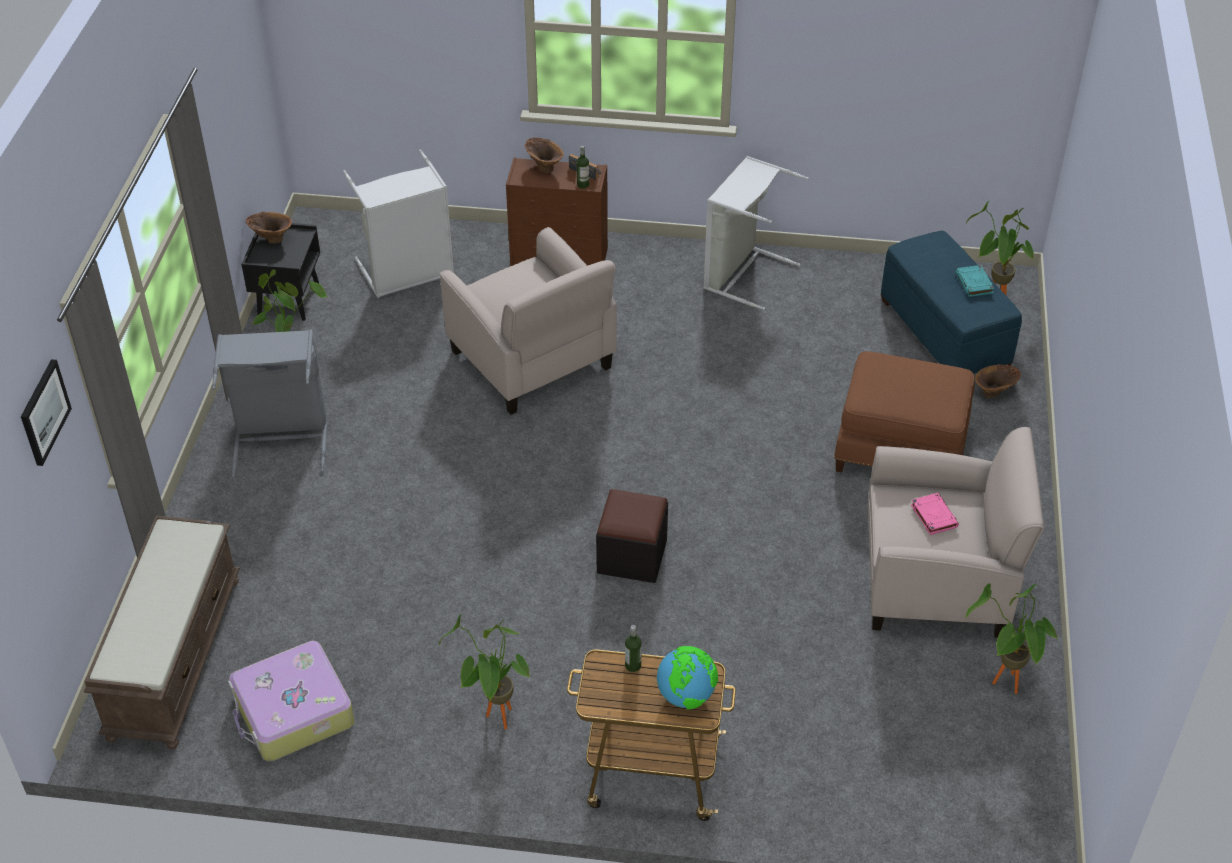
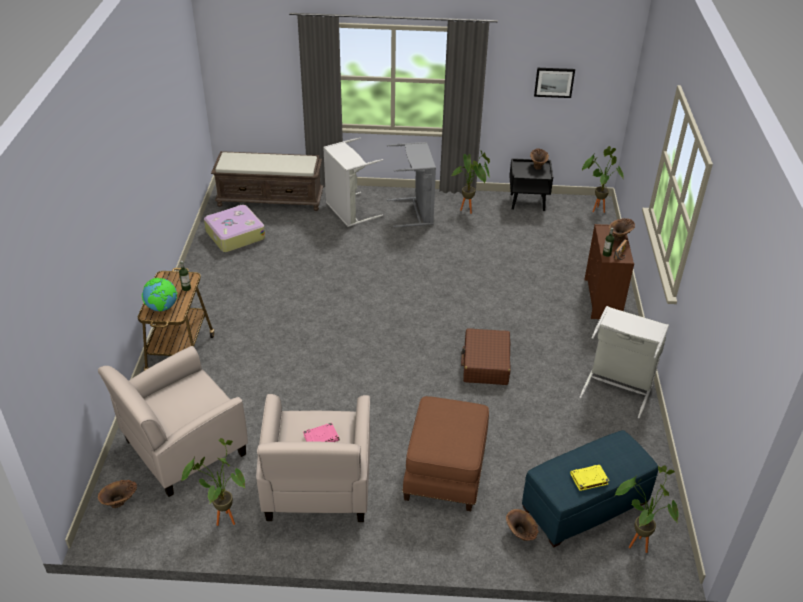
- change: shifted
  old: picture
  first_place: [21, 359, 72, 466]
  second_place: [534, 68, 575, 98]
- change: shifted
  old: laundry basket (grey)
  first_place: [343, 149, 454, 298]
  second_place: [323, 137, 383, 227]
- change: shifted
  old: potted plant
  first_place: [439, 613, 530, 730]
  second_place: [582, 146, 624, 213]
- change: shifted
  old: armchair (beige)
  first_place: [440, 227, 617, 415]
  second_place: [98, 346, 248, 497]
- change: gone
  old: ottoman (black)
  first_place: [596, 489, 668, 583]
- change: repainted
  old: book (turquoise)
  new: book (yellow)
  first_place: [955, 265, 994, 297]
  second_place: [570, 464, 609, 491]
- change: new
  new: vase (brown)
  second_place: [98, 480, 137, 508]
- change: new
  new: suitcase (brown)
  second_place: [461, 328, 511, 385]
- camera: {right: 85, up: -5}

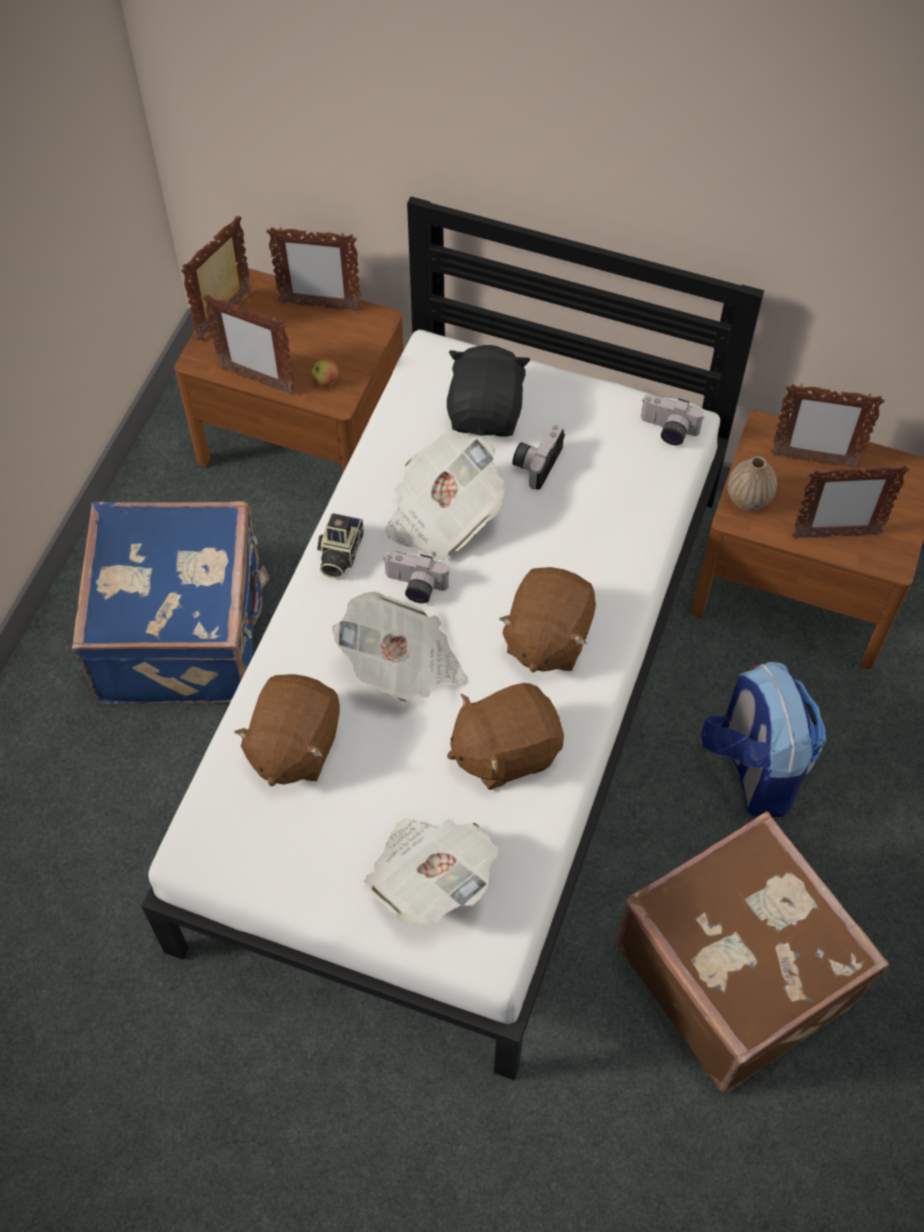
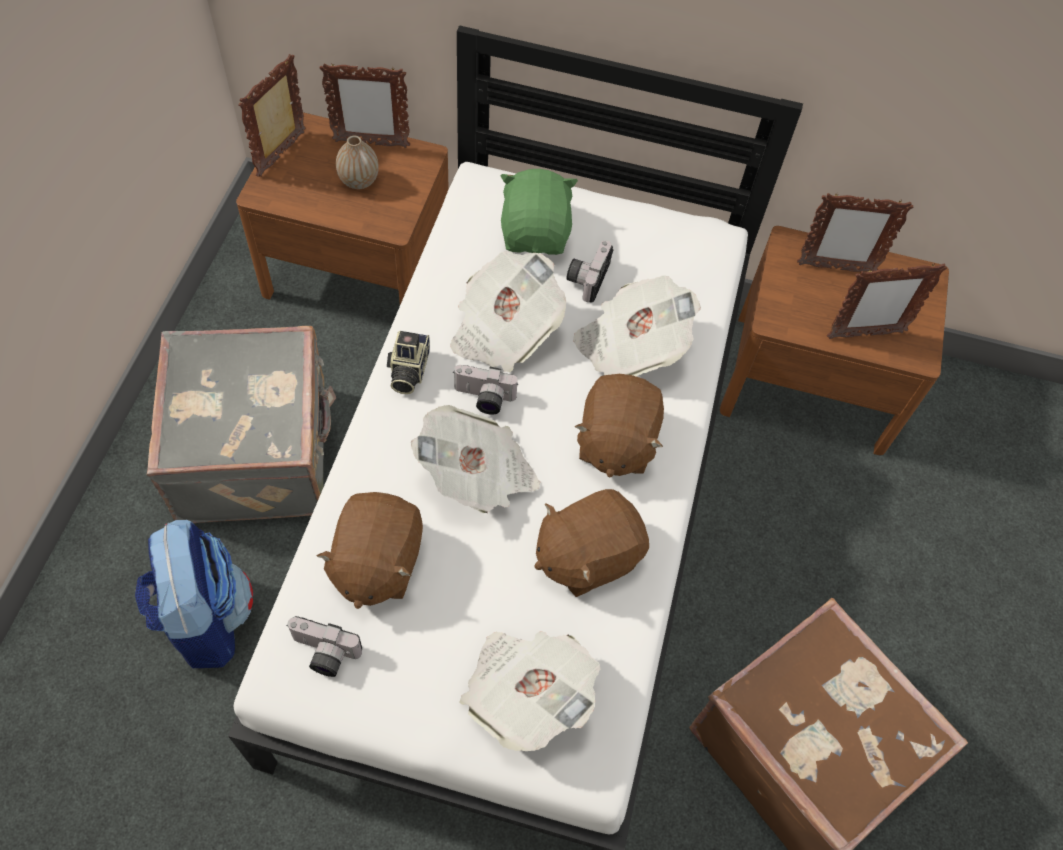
- change: repainted
  old: suitcase (blue)
  new: suitcase (grey)
  first_place: [72, 501, 270, 704]
  second_place: [147, 326, 336, 523]
- change: gone
  old: picture frame
  first_place: [203, 294, 295, 395]
- change: gone
  old: apple
  first_place: [311, 359, 339, 387]
- change: repainted
  old: plush toy (black)
  new: plush toy (green)
  first_place: [447, 345, 530, 437]
  second_place: [501, 169, 578, 255]
- change: shifted
  old: photo camera
  first_place: [641, 394, 704, 445]
  second_place: [286, 616, 362, 677]
- change: shifted
  old: backpack
  first_place: [701, 662, 826, 817]
  second_place: [135, 520, 253, 668]
- change: shifted
  old: vase
  first_place: [728, 456, 777, 511]
  second_place: [336, 136, 379, 189]
- change: new
  new: newspaper
  second_place: [573, 275, 701, 376]
- camera: {right: -10, up: 0}

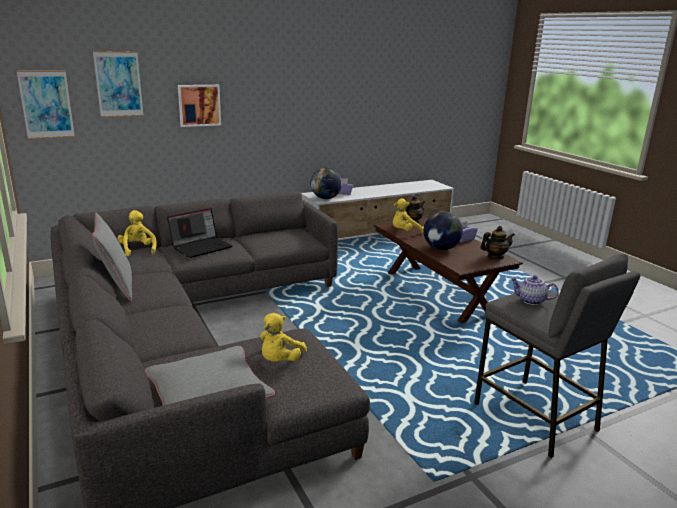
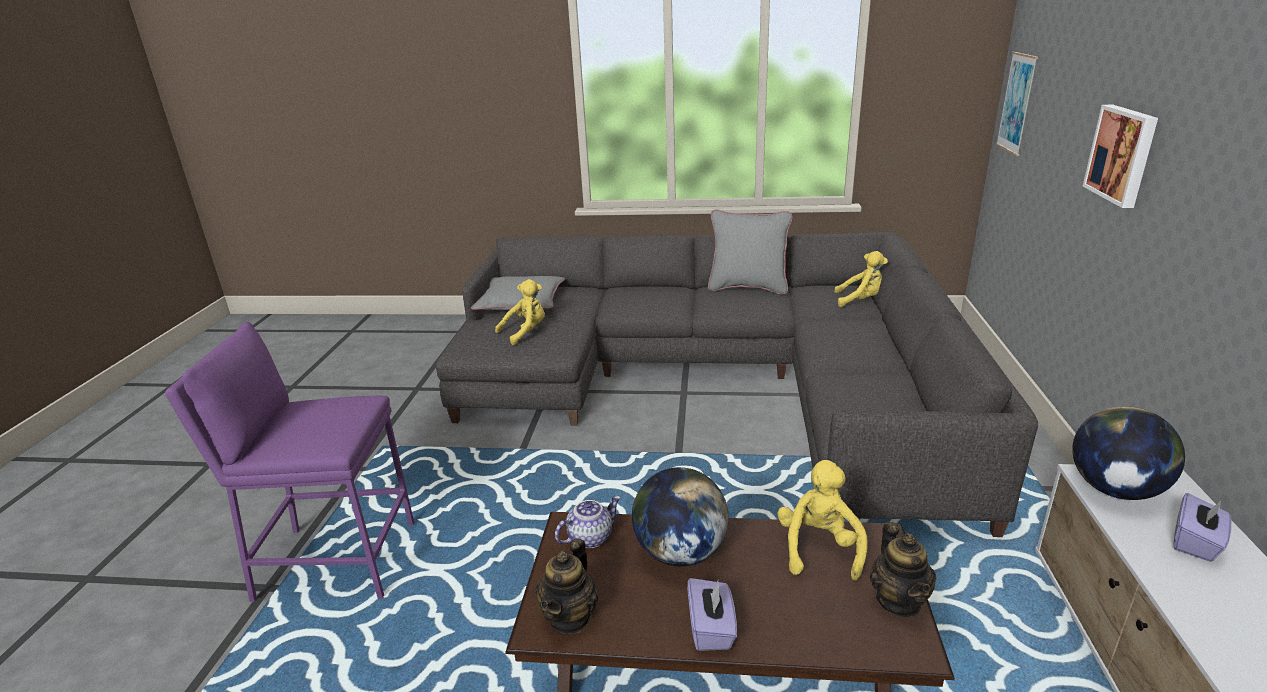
- change: gone
  old: picture
  first_place: [93, 51, 144, 117]
- change: gone
  old: laptop
  first_place: [167, 208, 233, 258]
- change: rotated
  old: plush toy (yellow)
  first_place: [260, 313, 307, 362]
  second_place: [495, 279, 545, 345]
  degrees: 90
- change: repainted
  old: stool (grey)
  new: stool (purple)
  first_place: [474, 253, 640, 458]
  second_place: [165, 322, 414, 602]
- change: shifted
  old: teapot
  first_place: [510, 275, 559, 305]
  second_place: [555, 496, 621, 548]
- camera: {right: 125, up: 5}

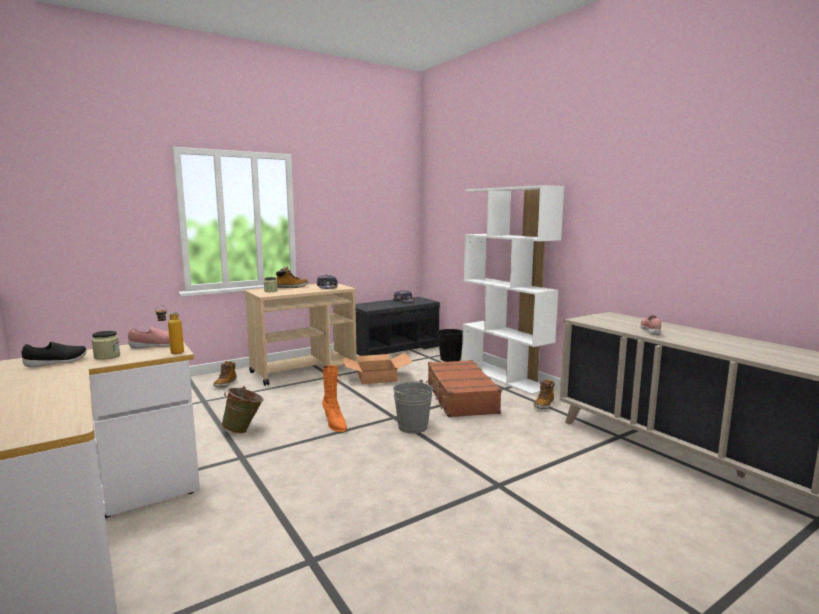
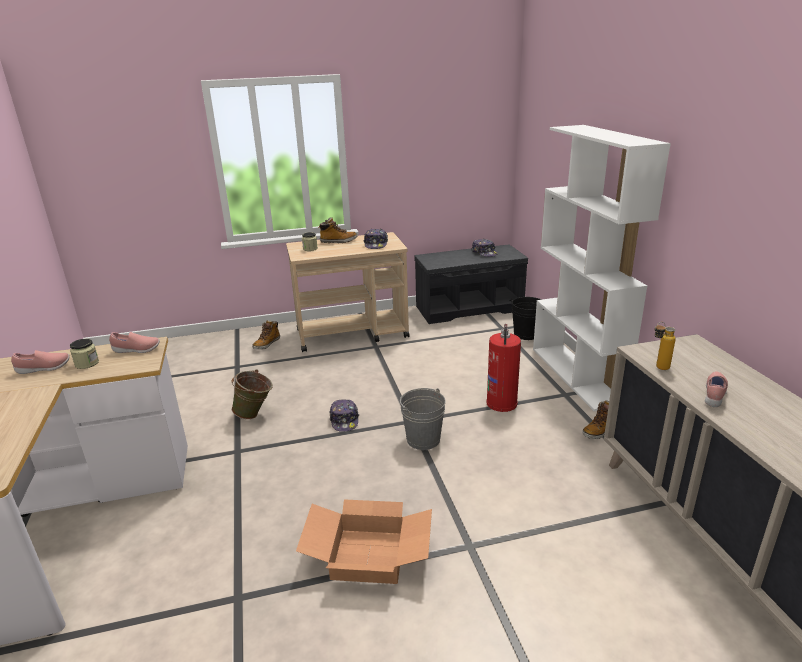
- change: repainted
  old: shoe (black)
  new: shoe (pink)
  first_place: [22, 342, 87, 367]
  second_place: [11, 350, 70, 374]
- change: shifted
  old: bottle
  first_place: [155, 305, 184, 354]
  second_place: [655, 322, 676, 370]
- change: swapped
  old: boot (orange)
  new: cap
  first_place: [322, 365, 347, 432]
  second_place: [330, 399, 359, 432]
- change: shifted
  old: cardboard box
  first_place: [342, 353, 413, 384]
  second_place: [296, 499, 432, 584]
- change: swapped
  old: suitcase (brown)
  new: fire extinguisher
  first_place: [426, 360, 502, 417]
  second_place: [486, 324, 521, 412]
- camera: {right: 20, up: 15}

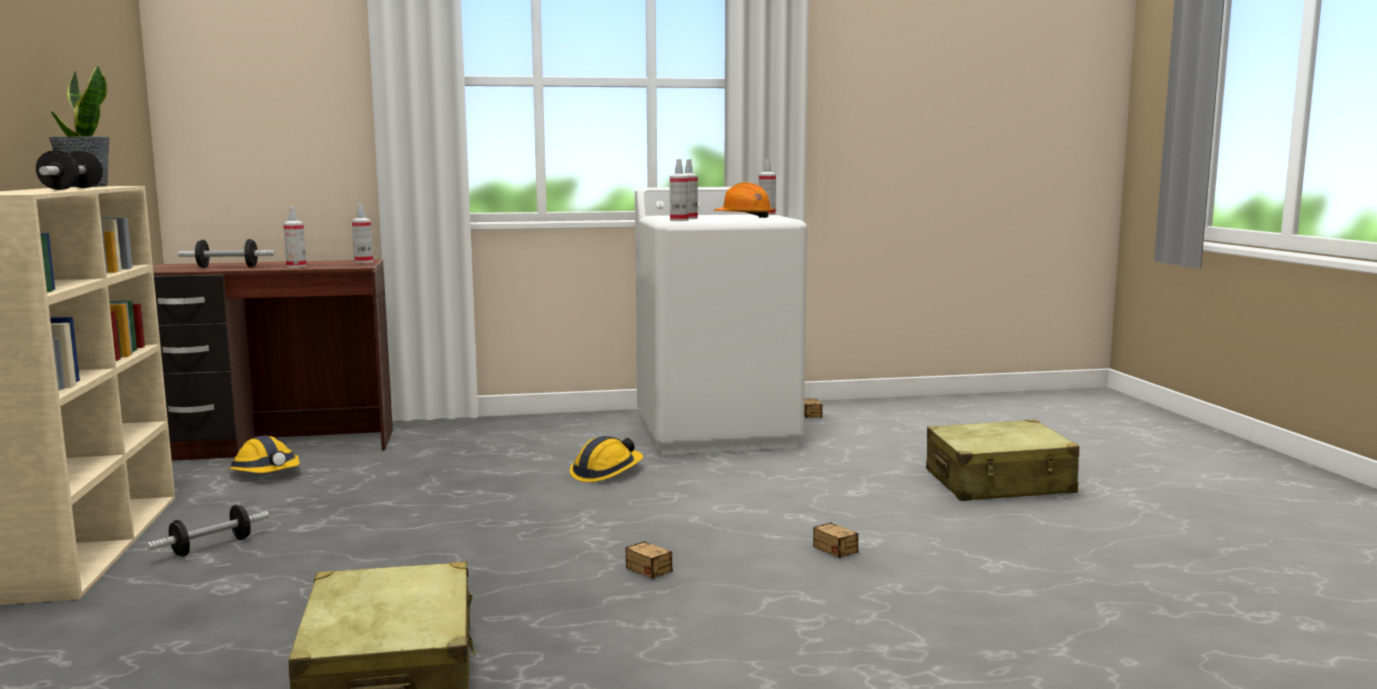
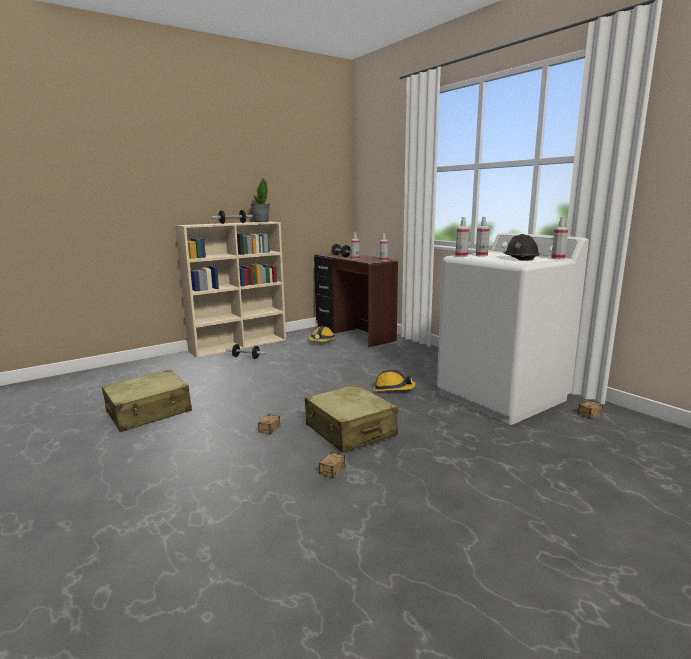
- change: repainted
  old: hard hat (orange)
  new: hard hat (black)
  first_place: [714, 182, 774, 218]
  second_place: [503, 234, 540, 261]
- change: shifted
  old: suitcase (beige)
  first_place: [926, 420, 1080, 501]
  second_place: [305, 384, 398, 453]
- camera: {right: 65, up: 5}

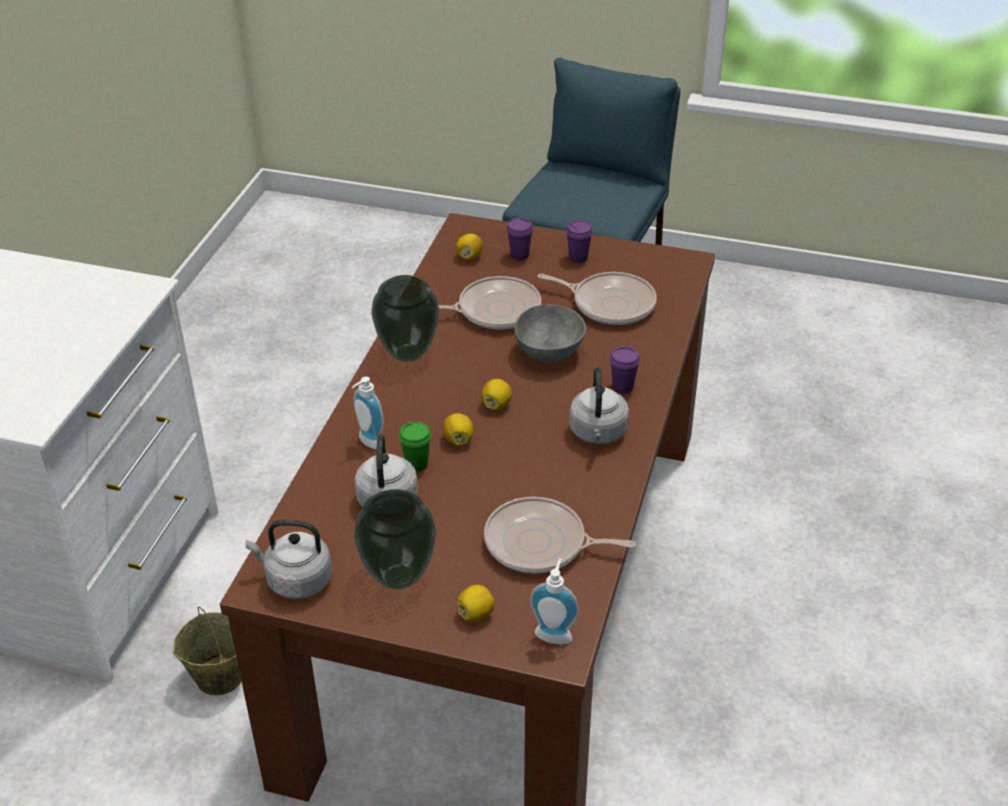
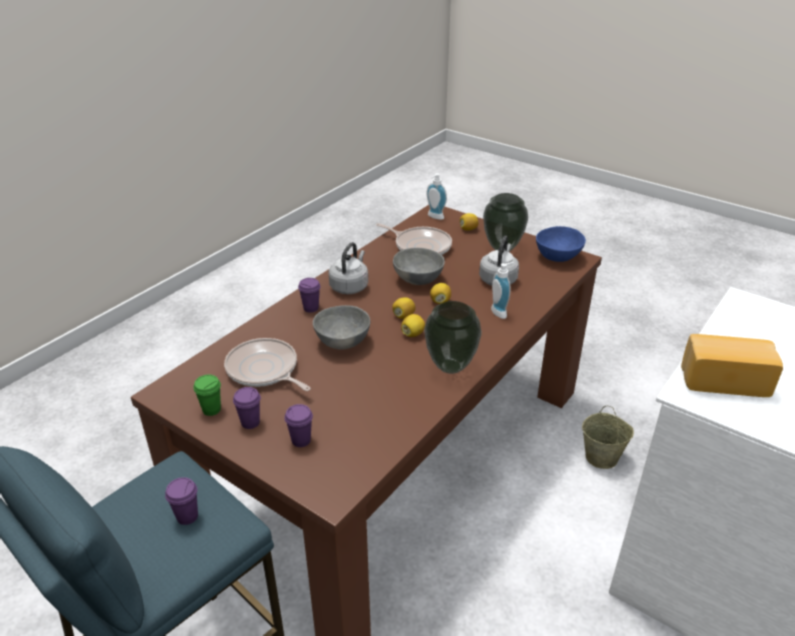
- change: swapped
  old: kettle (grey)
  new: bowl (blue)
  first_place: [245, 520, 332, 599]
  second_place: [536, 226, 586, 262]
- change: shifted
  old: cup (green)
  first_place: [399, 422, 431, 472]
  second_place: [194, 375, 221, 416]
- change: gone
  old: frying pan
  first_place: [438, 276, 541, 329]
- change: shifted
  old: lemon
  first_place: [456, 234, 483, 260]
  second_place: [401, 314, 425, 337]
- change: new
  new: cup (purple)
  second_place: [165, 477, 198, 525]
- change: new
  new: bowl (grey)
  second_place: [393, 248, 445, 285]
- change: new
  new: bread
  second_place: [681, 334, 783, 397]
- camera: {right: -160, up: -5}

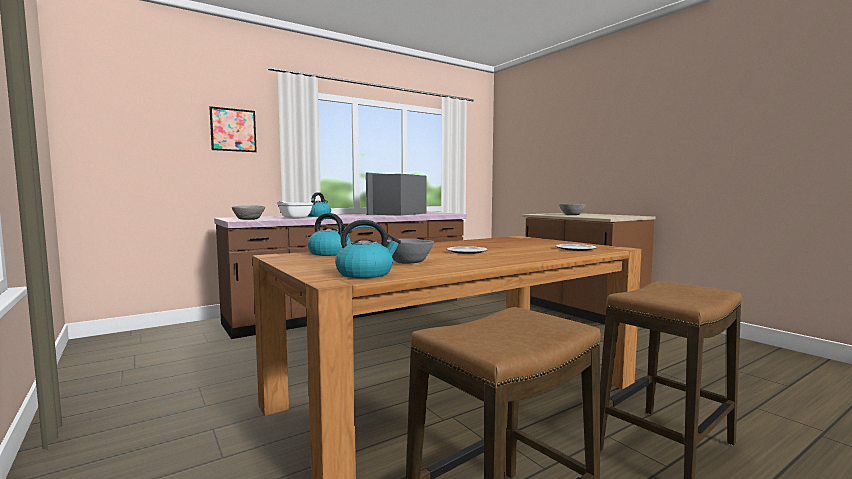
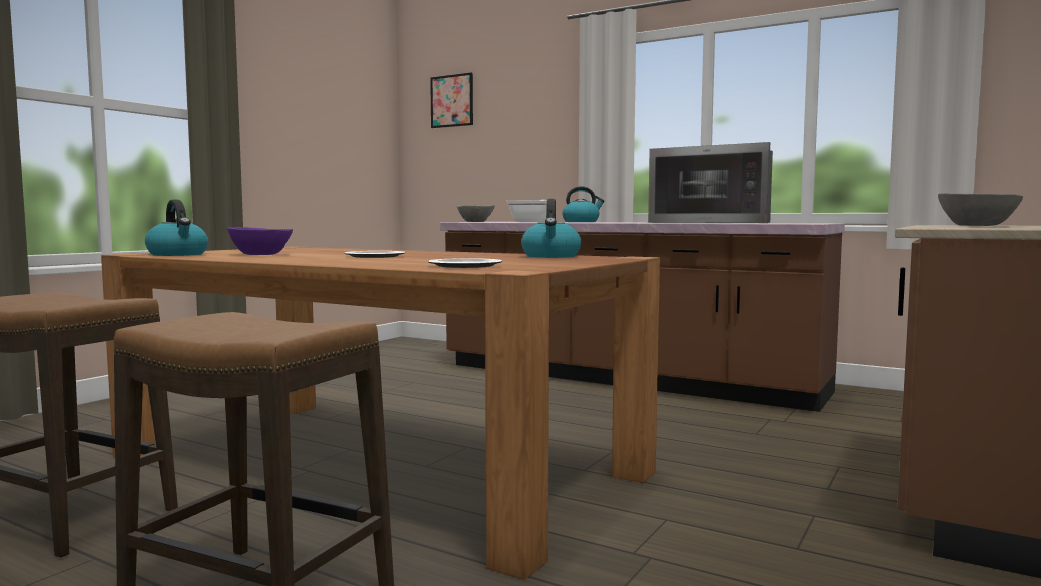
- change: shifted
  old: picture
  first_place: [210, 106, 257, 152]
  second_place: [430, 73, 473, 128]
- change: shifted
  old: kettle
  first_place: [308, 213, 352, 256]
  second_place: [521, 199, 581, 258]
- change: rotated
  old: microwave
  first_place: [366, 173, 427, 216]
  second_place: [648, 142, 773, 223]
  degrees: -150
- change: repainted
  old: bowl (grey)
  new: bowl (purple)
  first_place: [386, 238, 434, 264]
  second_place: [227, 227, 293, 255]
- camera: {right: 65, up: 0}

